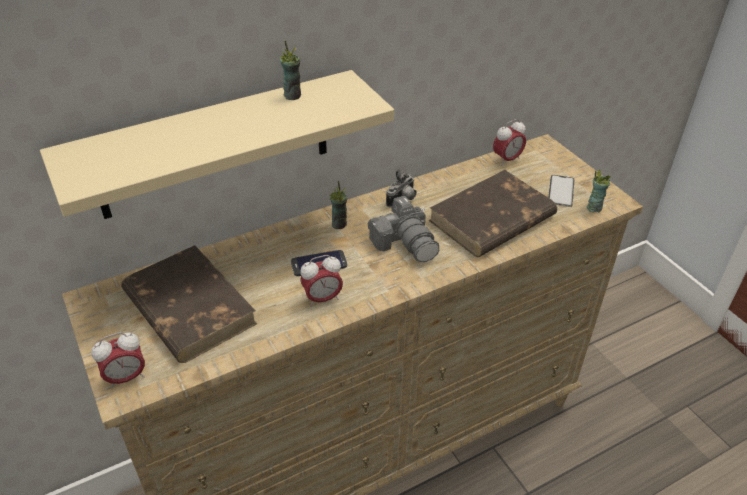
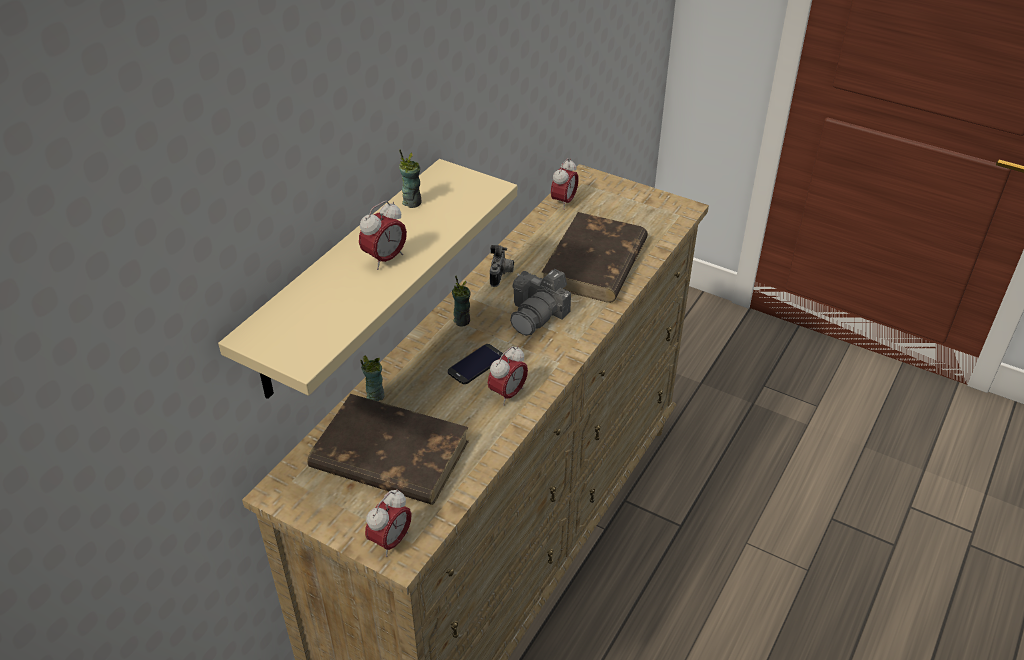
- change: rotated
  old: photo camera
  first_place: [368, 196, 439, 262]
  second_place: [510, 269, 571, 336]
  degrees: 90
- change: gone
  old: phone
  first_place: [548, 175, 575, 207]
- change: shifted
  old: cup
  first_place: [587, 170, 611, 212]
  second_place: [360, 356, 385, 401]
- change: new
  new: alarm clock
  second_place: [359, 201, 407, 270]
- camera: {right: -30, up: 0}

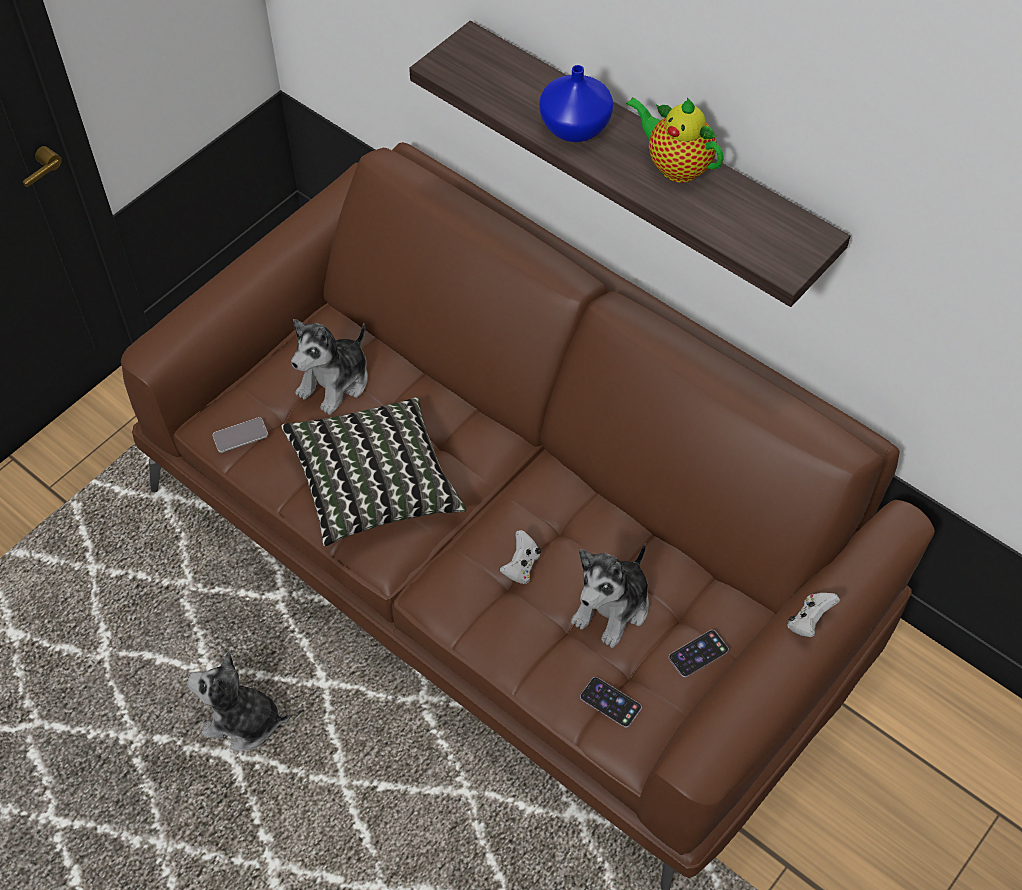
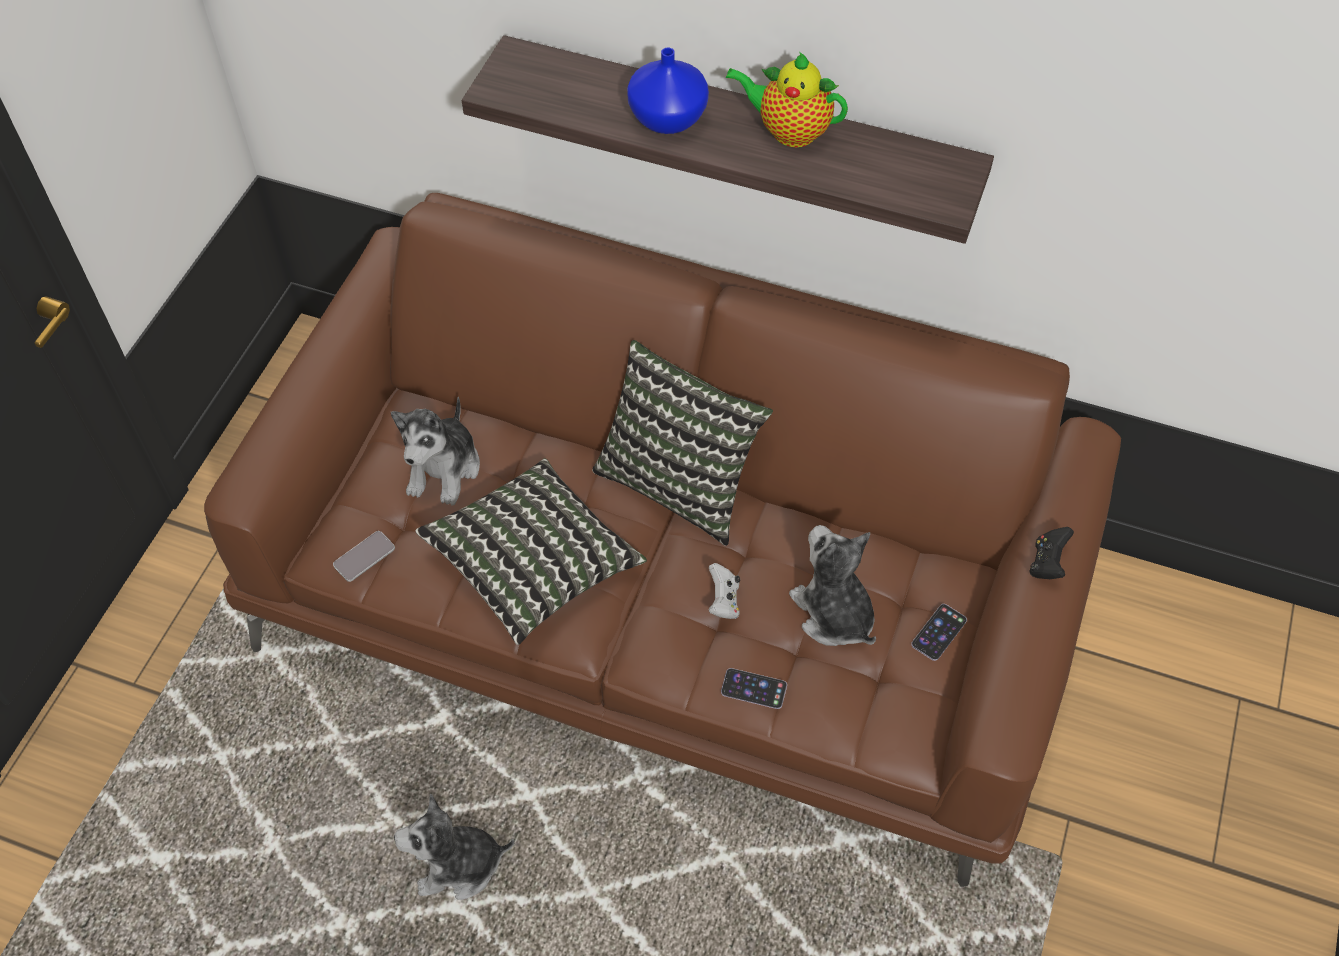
- change: rotated
  old: plush toy
  first_place: [571, 543, 649, 648]
  second_place: [789, 525, 876, 646]
  degrees: 135
- change: shifted
  old: phone
  first_place: [580, 677, 642, 728]
  second_place: [721, 668, 787, 709]
- change: repainted
  old: game controller (white)
  new: game controller (black)
  first_place: [788, 593, 840, 637]
  second_place: [1030, 527, 1074, 579]
- change: new
  new: pillow
  second_place: [592, 340, 773, 546]
- camera: {right: -20, up: 0}

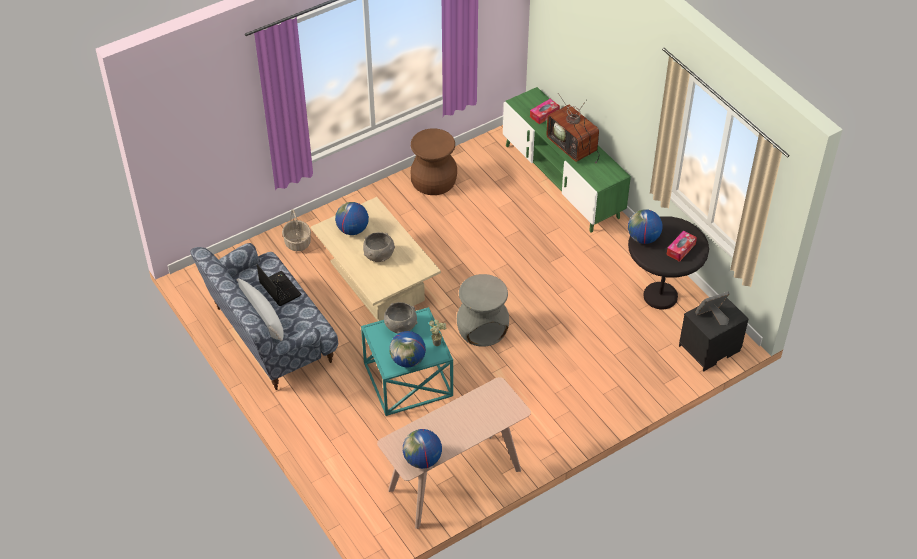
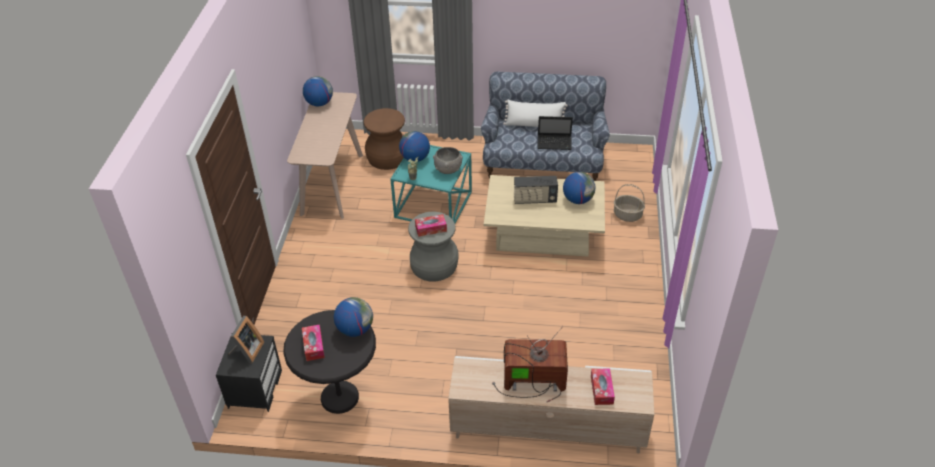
- change: swapped
  old: bowl (grey)
  new: radio
  first_place: [363, 232, 395, 262]
  second_place: [514, 176, 558, 204]
- change: shifted
  old: stool (brown)
  first_place: [411, 128, 457, 195]
  second_place: [364, 108, 405, 170]
- change: repainted
  old: tv stand (green)
  new: tv stand (beige)
  first_place: [503, 87, 631, 232]
  second_place: [448, 356, 655, 453]
- change: new
  new: tissue box
  second_place: [415, 214, 447, 237]
- camera: {right: 130, up: -5}

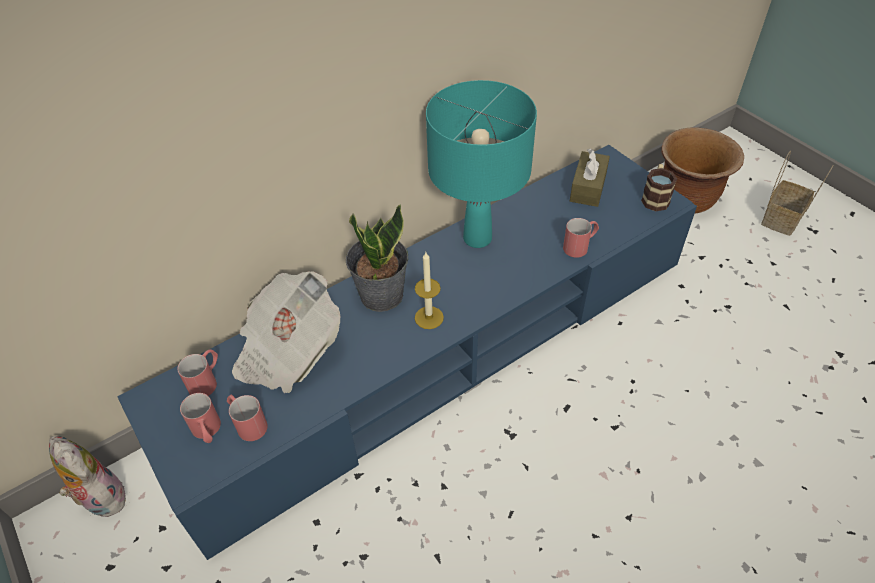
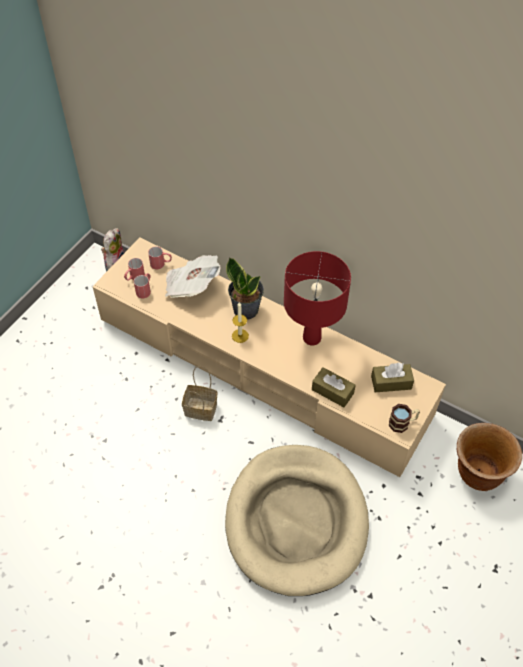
- change: repainted
  old: tv stand (blue)
  new: tv stand (beige)
  first_place: [117, 145, 697, 560]
  second_place: [93, 237, 446, 477]
- change: repainted
  old: table lamp (turquoise)
  new: table lamp (red)
  first_place: [426, 80, 537, 248]
  second_place: [284, 251, 351, 345]
- change: swapped
  old: mug (red)
  new: tissue box (brown)
  first_place: [563, 218, 599, 258]
  second_place: [312, 367, 356, 407]
- change: shifted
  old: basket
  first_place: [761, 150, 834, 236]
  second_place: [182, 366, 218, 421]
- change: new
  new: dog bed (beige)
  second_place: [225, 445, 369, 596]
- camera: {right: 65, up: 5}

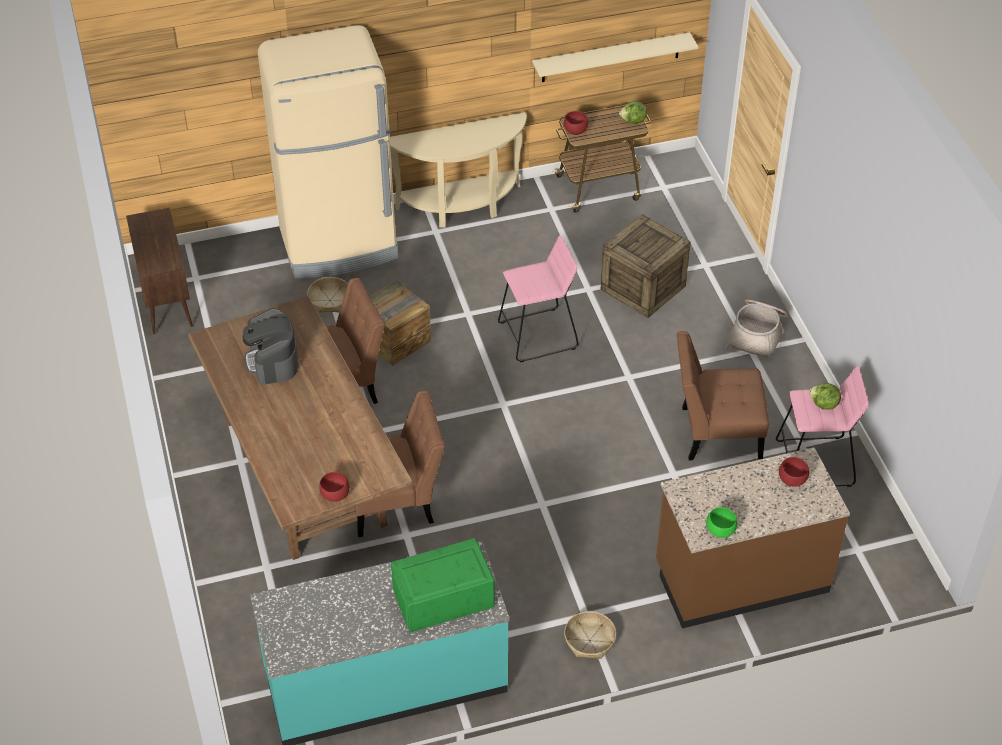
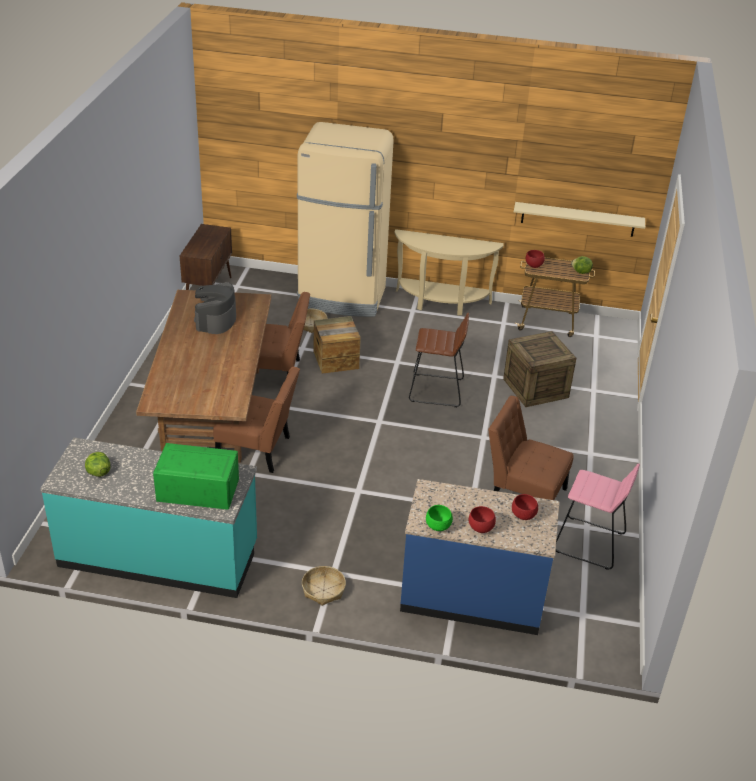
- change: shifted
  old: bowl (red)
  first_place: [319, 472, 349, 502]
  second_place: [469, 506, 496, 533]
- change: repainted
  old: stool (pink)
  new: stool (brown)
  first_place: [498, 235, 579, 362]
  second_place: [409, 313, 469, 407]
- change: repainted
  old: counter (brown)
  new: counter (blue)
  first_place: [656, 447, 850, 628]
  second_place: [400, 479, 559, 635]
- change: gone
  old: basket
  first_place: [725, 300, 788, 363]
- change: shifted
  old: lettuce
  first_place: [809, 383, 841, 410]
  second_place: [85, 452, 111, 477]
- camera: {right: 25, up: -10}

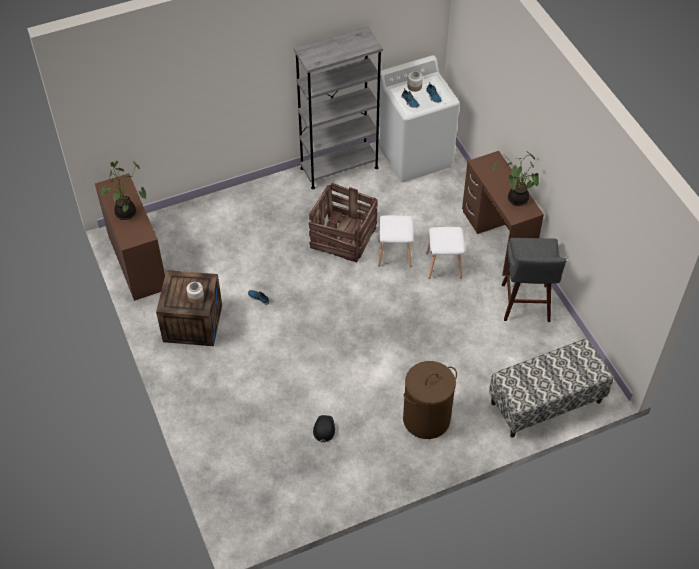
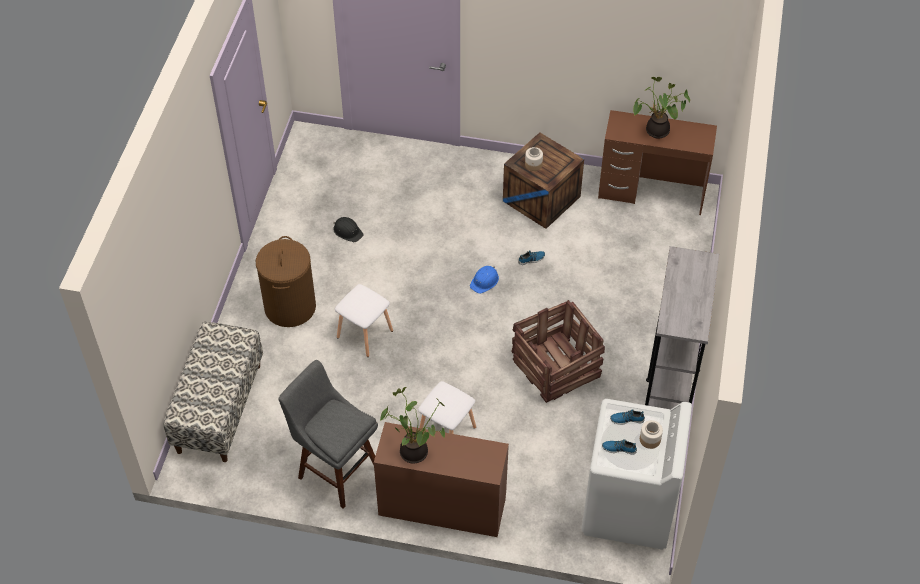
- change: shifted
  old: stool (white)
  first_place: [378, 215, 414, 267]
  second_place: [335, 284, 393, 357]
- change: new
  new: hard hat (blue)
  second_place: [470, 266, 499, 294]
- camera: {right: 125, up: 0}

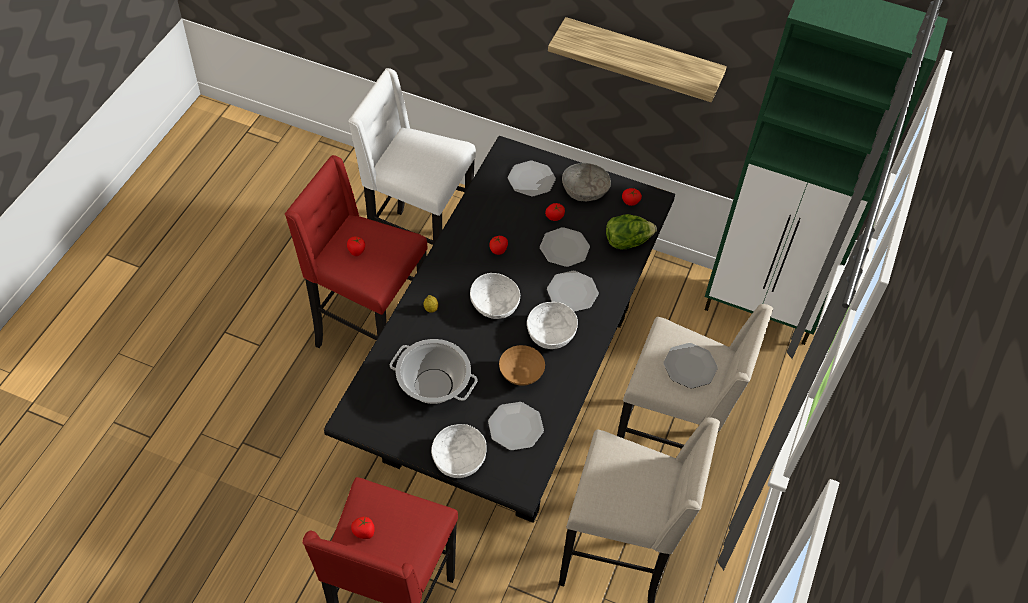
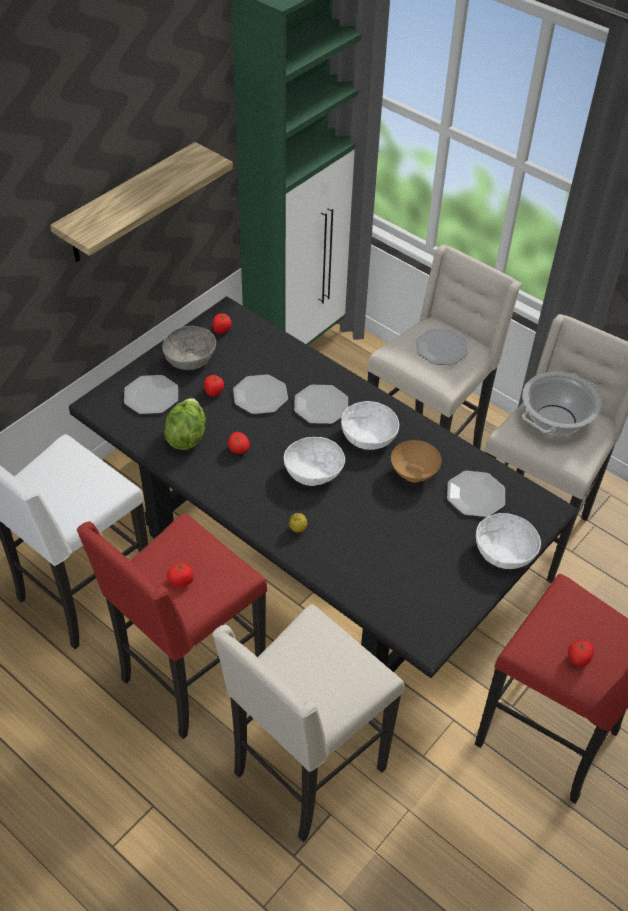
- change: shifted
  old: cooking pot
  first_place: [390, 339, 478, 404]
  second_place: [522, 372, 601, 435]
- change: shifted
  old: lettuce
  first_place: [606, 214, 657, 249]
  second_place: [164, 398, 206, 450]
- change: new
  new: stool (beige)
  second_place: [213, 604, 404, 842]
- camera: {right: -70, up: -5}

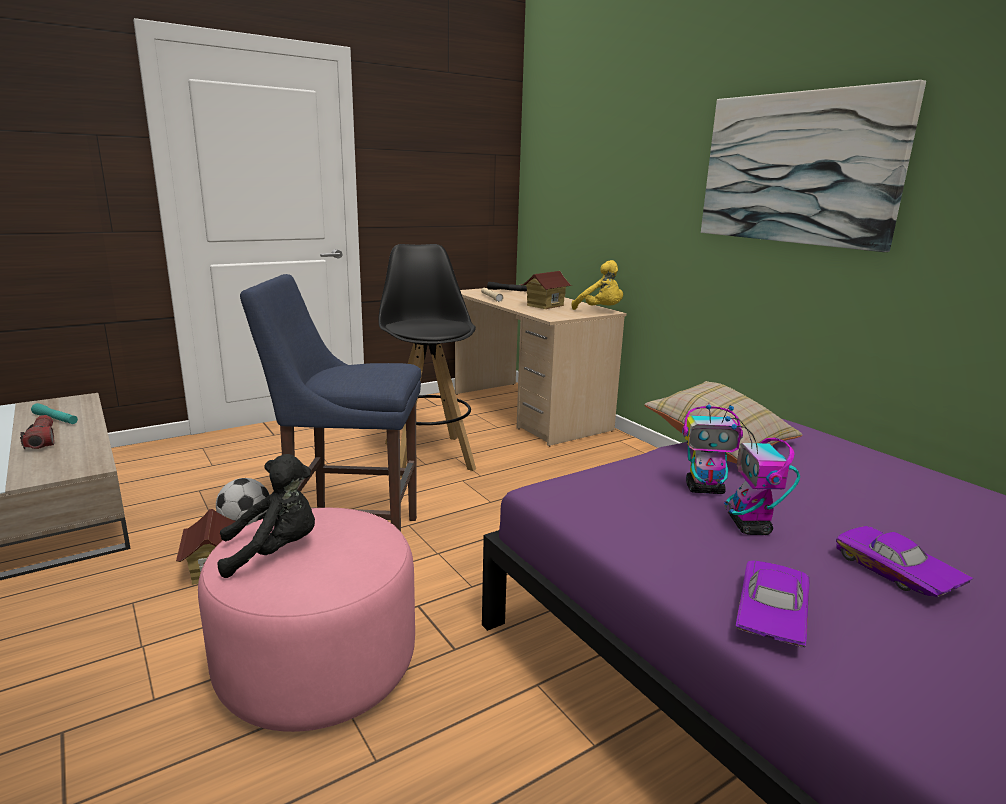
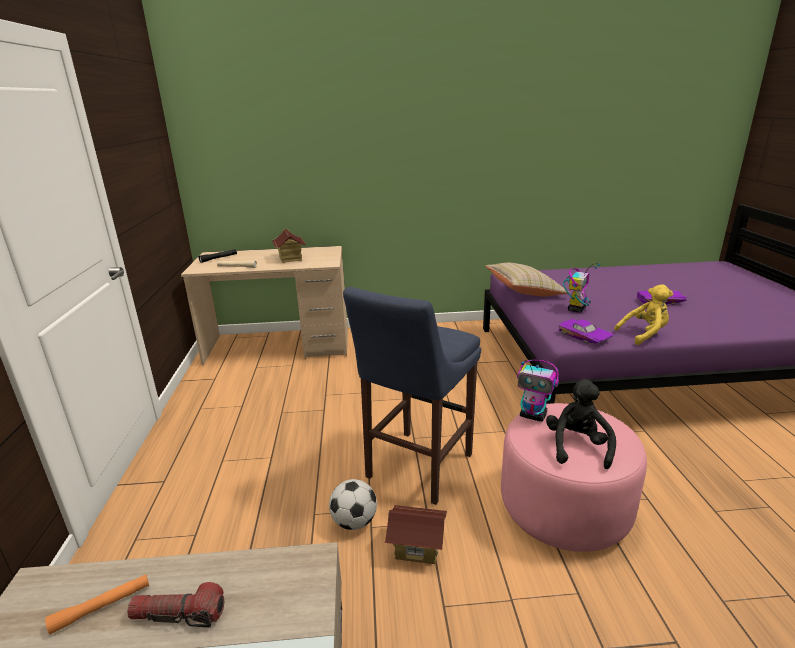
- change: repainted
  old: flashlight (turquoise)
  new: flashlight (orange)
  first_place: [31, 403, 78, 424]
  second_place: [45, 574, 149, 634]
- change: gone
  old: stool (black)
  first_place: [378, 244, 476, 478]
- change: shifted
  old: plush toy (yellow)
  first_place: [572, 260, 623, 310]
  second_place: [614, 284, 673, 345]
- change: gone
  old: picture
  first_place: [701, 80, 926, 252]
- change: shifted
  old: toy robot
  first_place: [724, 416, 800, 535]
  second_place: [517, 359, 559, 422]
- change: shifted
  old: toy car (purple)
  first_place: [736, 560, 809, 648]
  second_place: [559, 319, 614, 344]
- camera: {right: -60, up: 5}

